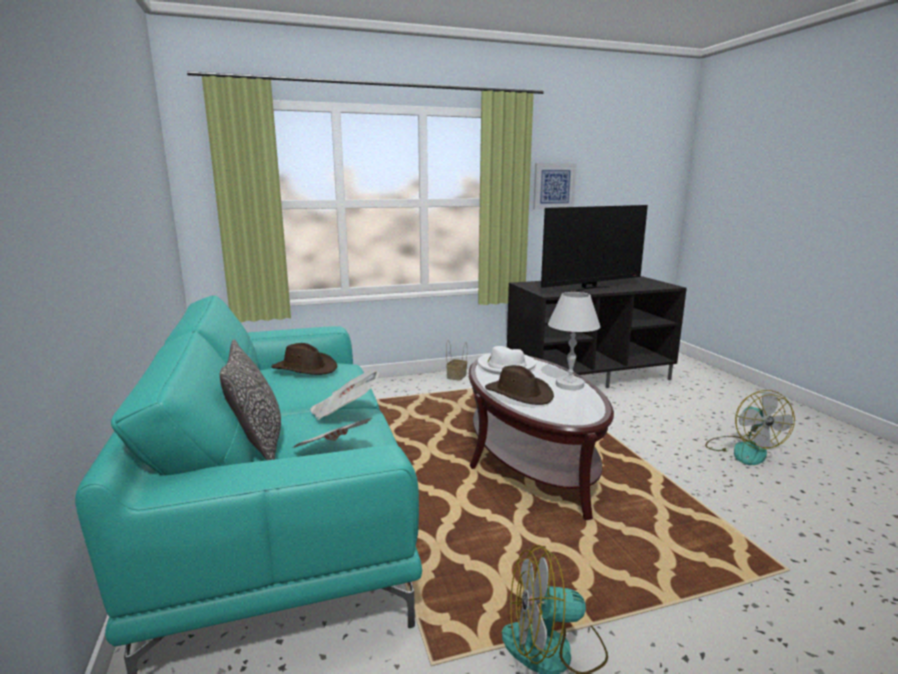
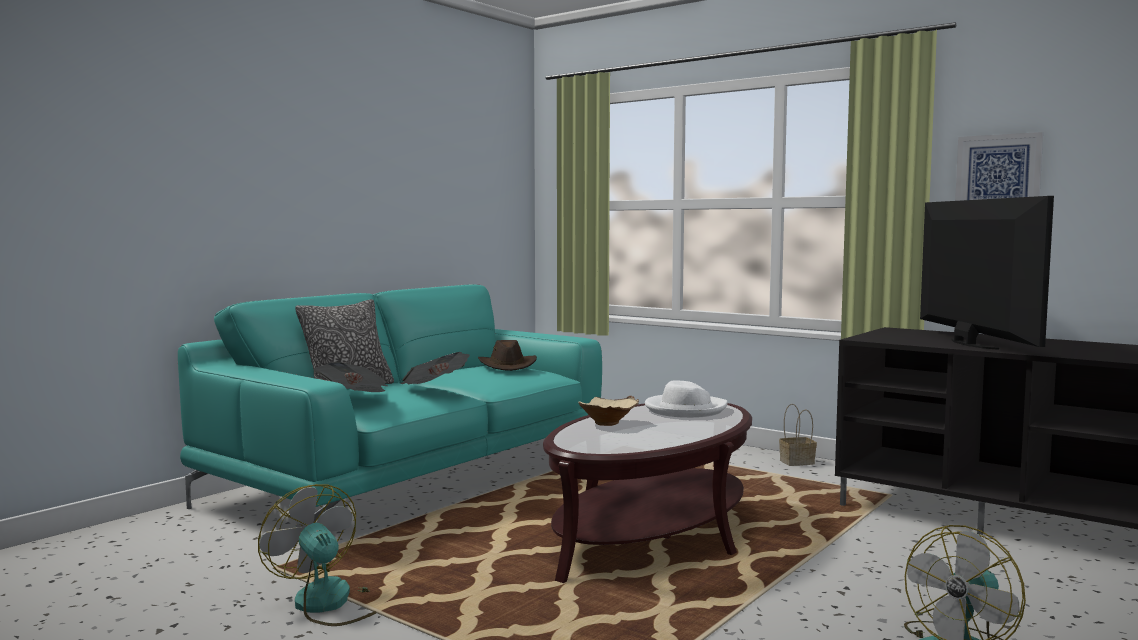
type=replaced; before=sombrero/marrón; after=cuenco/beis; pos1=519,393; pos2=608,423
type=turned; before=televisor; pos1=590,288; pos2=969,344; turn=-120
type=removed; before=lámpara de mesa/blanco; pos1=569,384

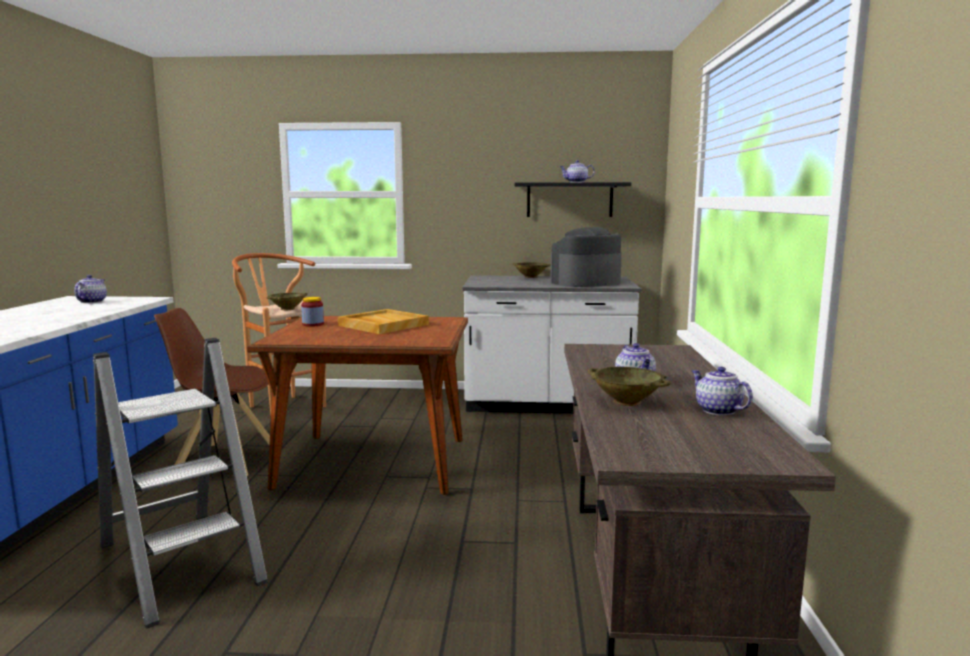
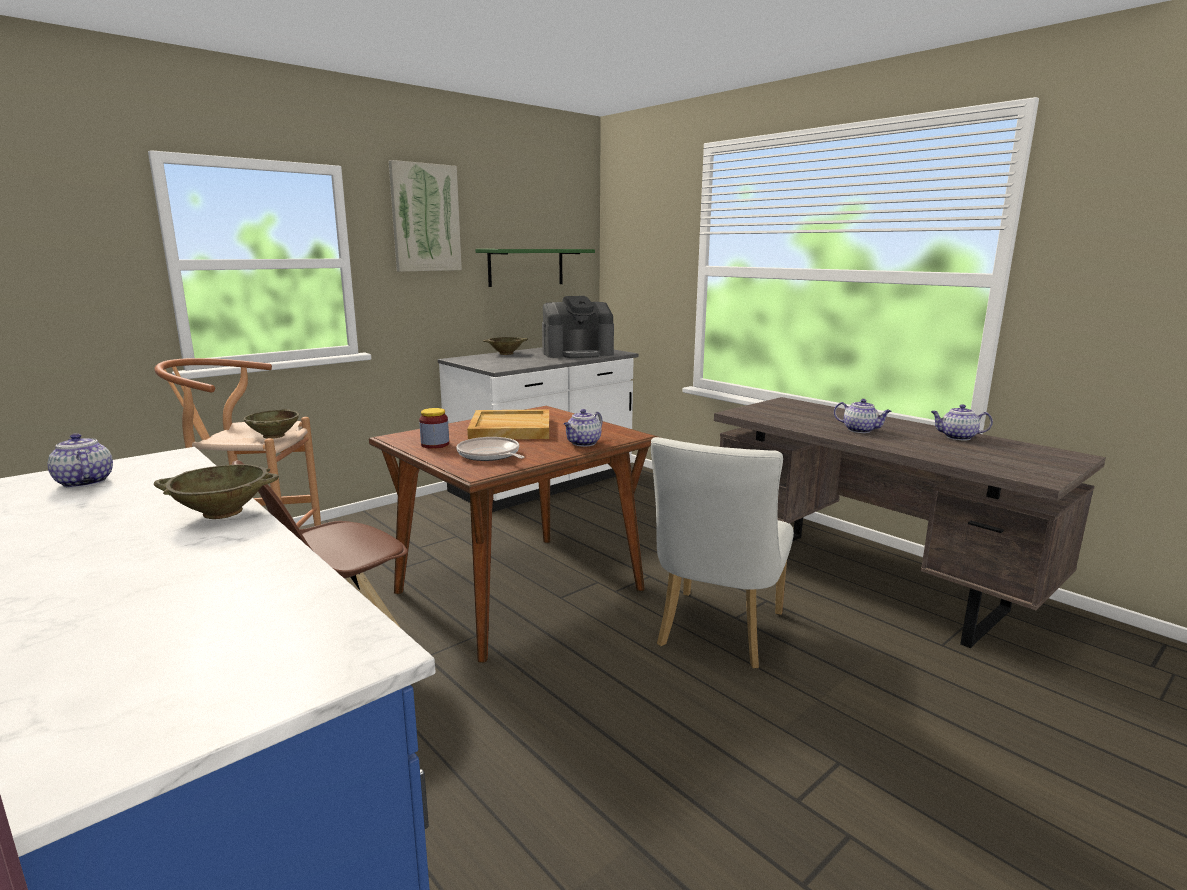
type=removed; before=escalera de tijera/gris; pos1=180,561
type=recoloured; before=estante/negro; after=estante/verde; pos1=569,200; pos2=526,267
type=turned; before=cafetera; pos1=585,282; pos2=577,353; turn=-120
type=moved; before=tetera; pos1=576,182; pos2=583,443
type=moved; before=cuenco/beis; pos1=627,402; pos2=223,512
type=added; after=cuadro; pos2=425,218
type=added; after=sartén; pos2=490,455
type=added; after=silla/blanco; pos2=716,634

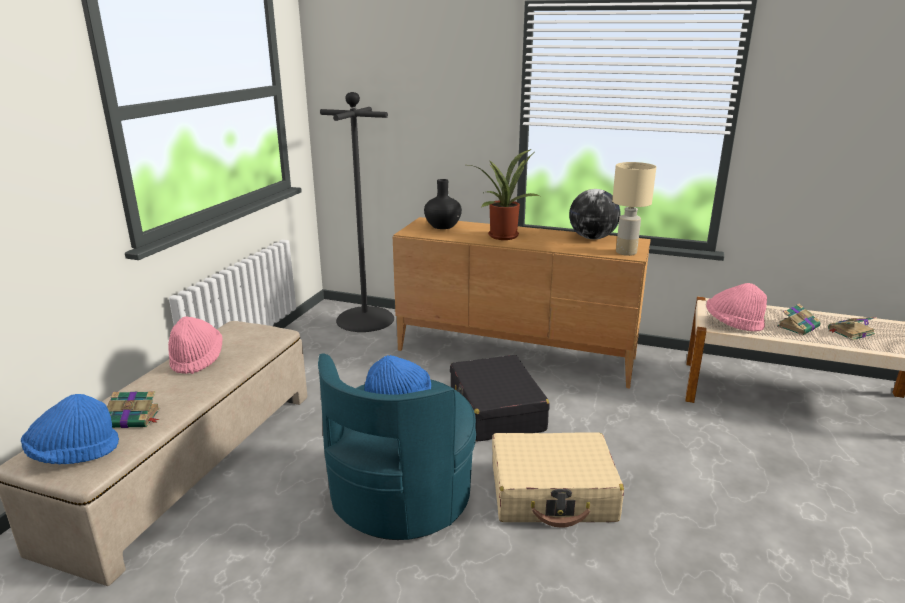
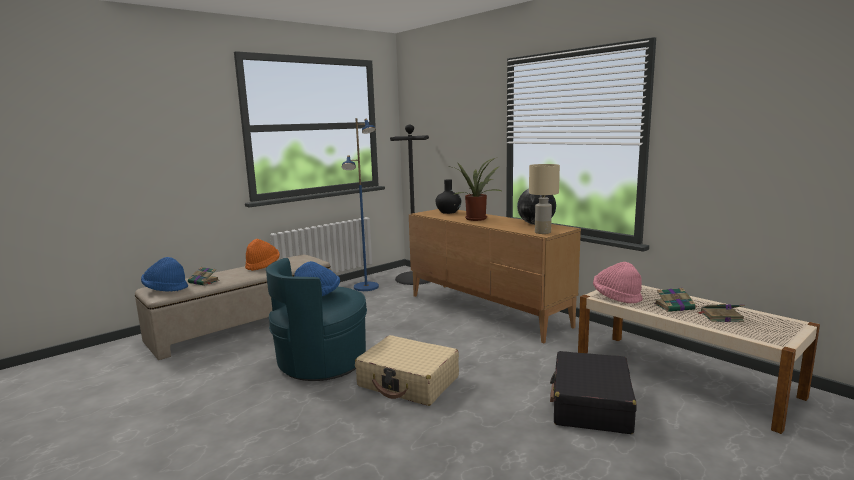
type=recoloured; before=sombrero/rosa; after=sombrero/naranja; pos1=197,359; pos2=263,266
type=moved; before=maleta/negro; pos1=496,411; pos2=591,404
type=added; after=lámpara de pie/azul; pos2=366,287

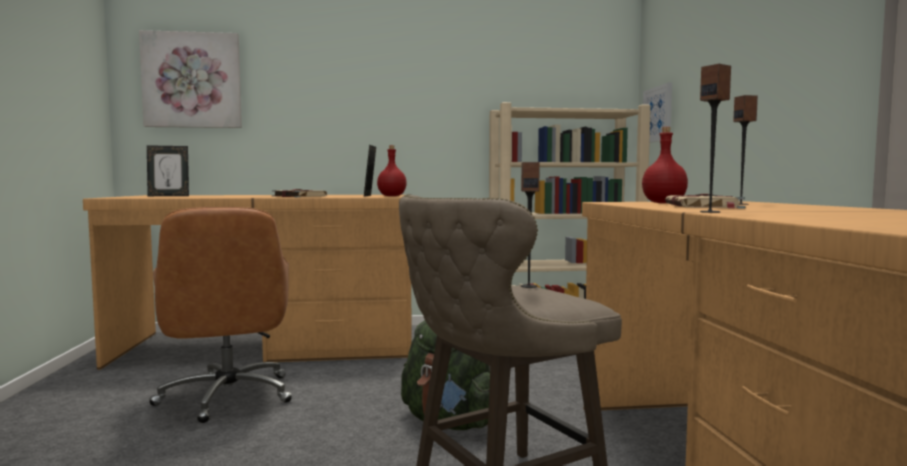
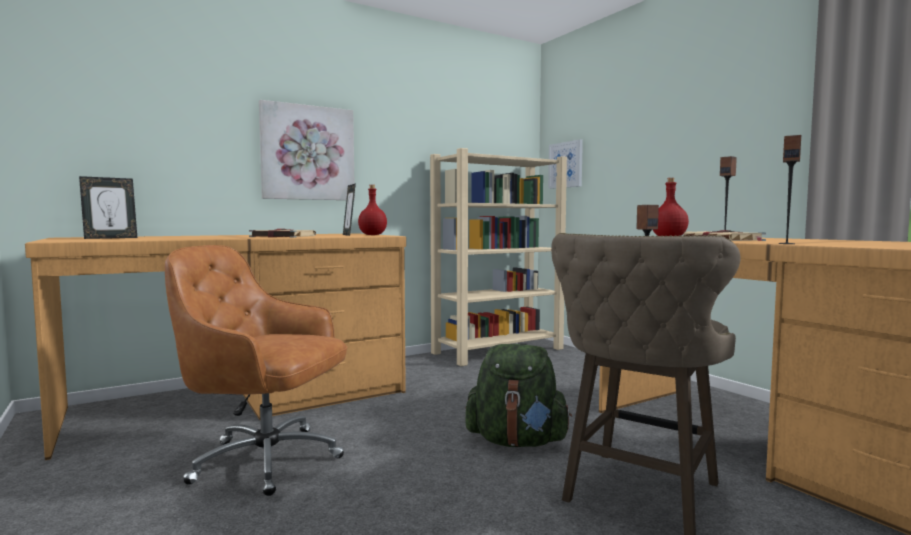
type=moved; before=cuadro; pos1=192,80; pos2=307,153
type=turned; before=silla de oficina/marrón; pos1=227,396; pos2=267,459; turn=150

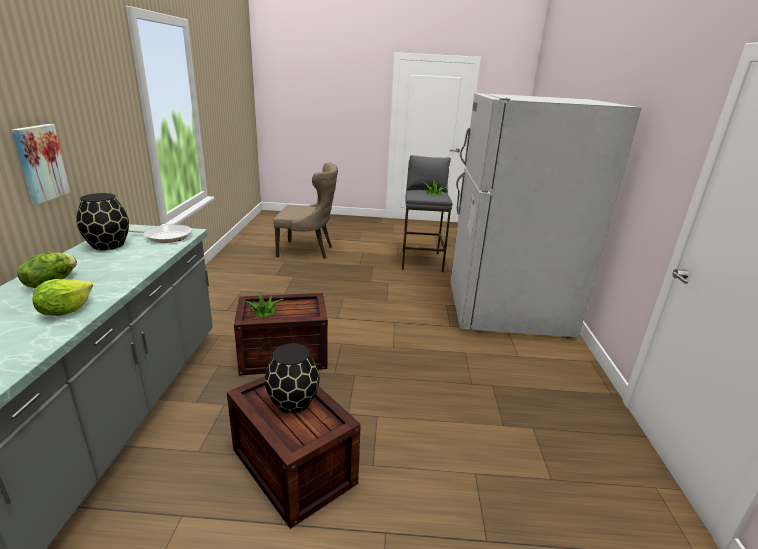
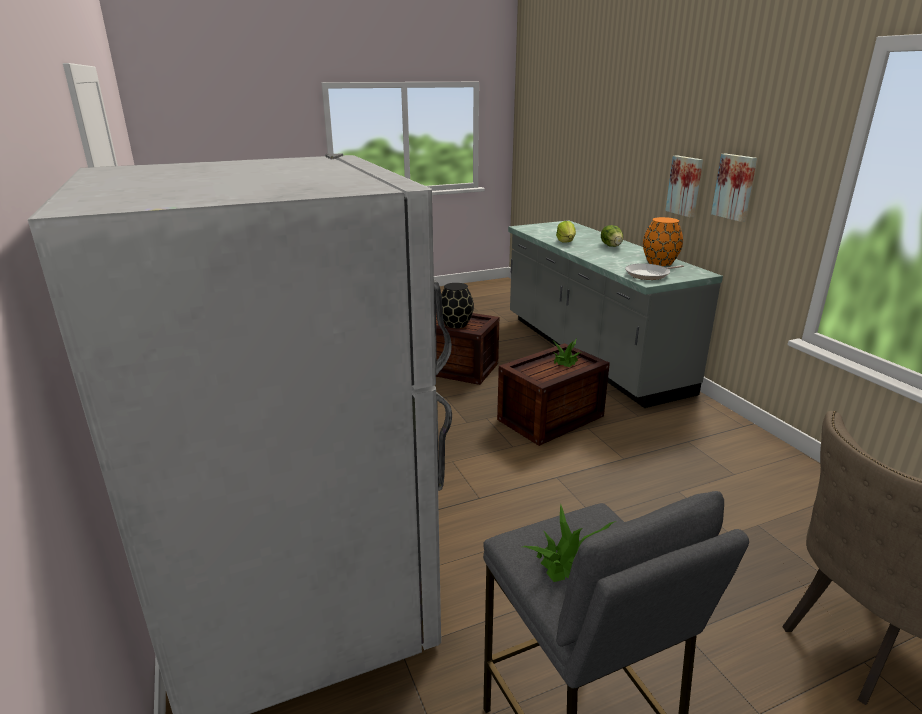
type=recoloured; before=florero/negro; after=florero/naranja; pos1=108,245; pos2=659,262
type=added; after=cuadro; pos2=735,187

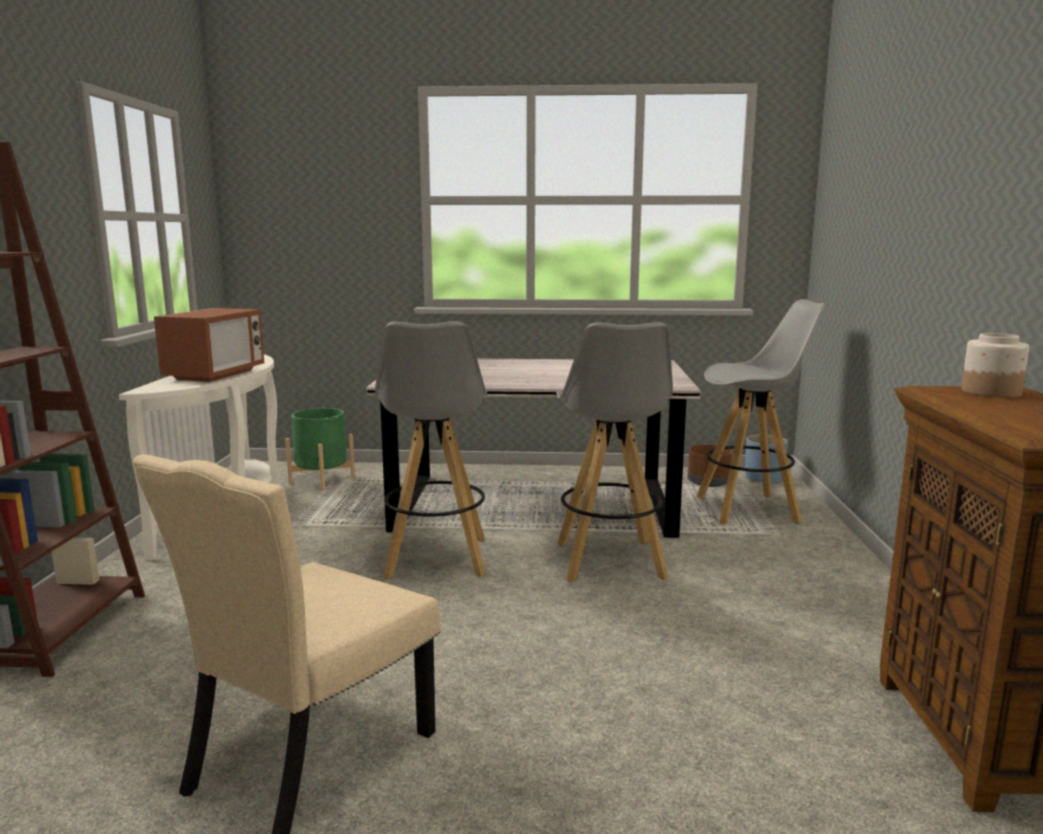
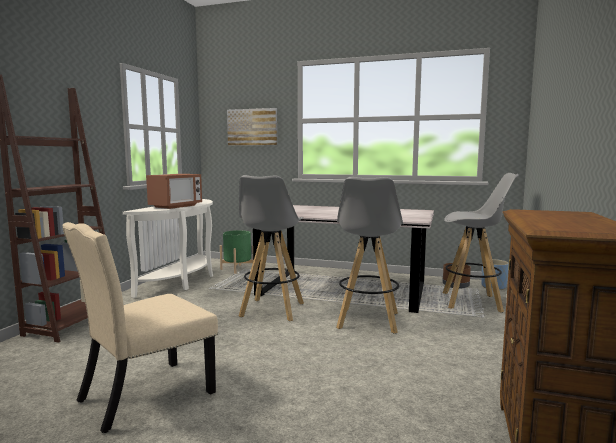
type=removed; before=tarro; pos1=990,392
type=added; after=cuadro; pos2=252,127

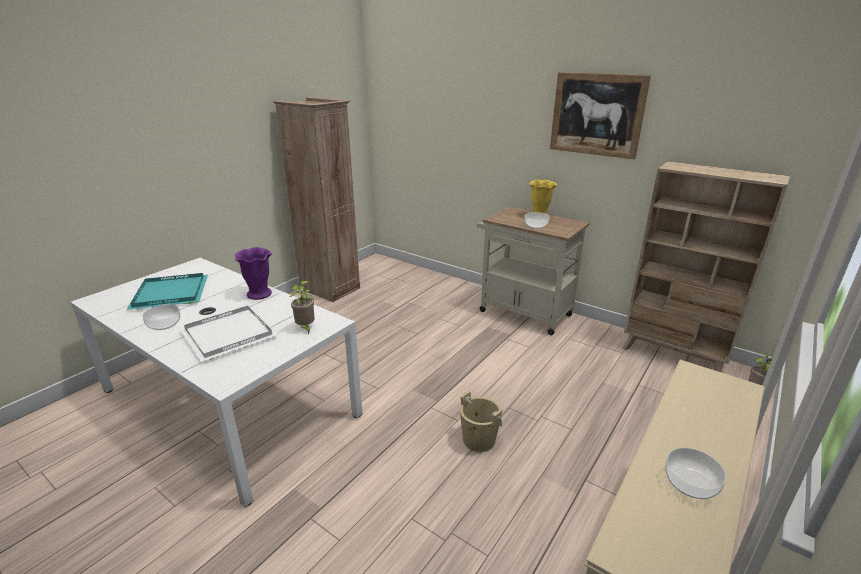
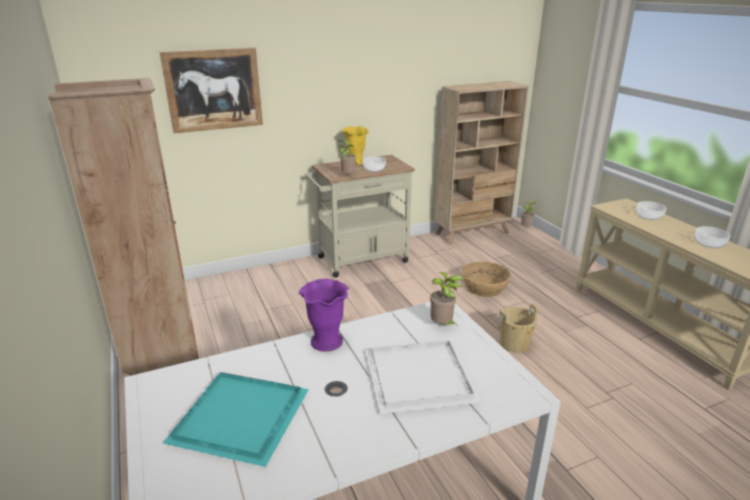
type=moved; before=cuenco; pos1=164,324; pos2=649,216
type=moved; before=cuadro; pos1=596,114; pos2=214,90
type=added; after=planta en maceta; pos2=347,176
type=added; after=cesta; pos2=485,288

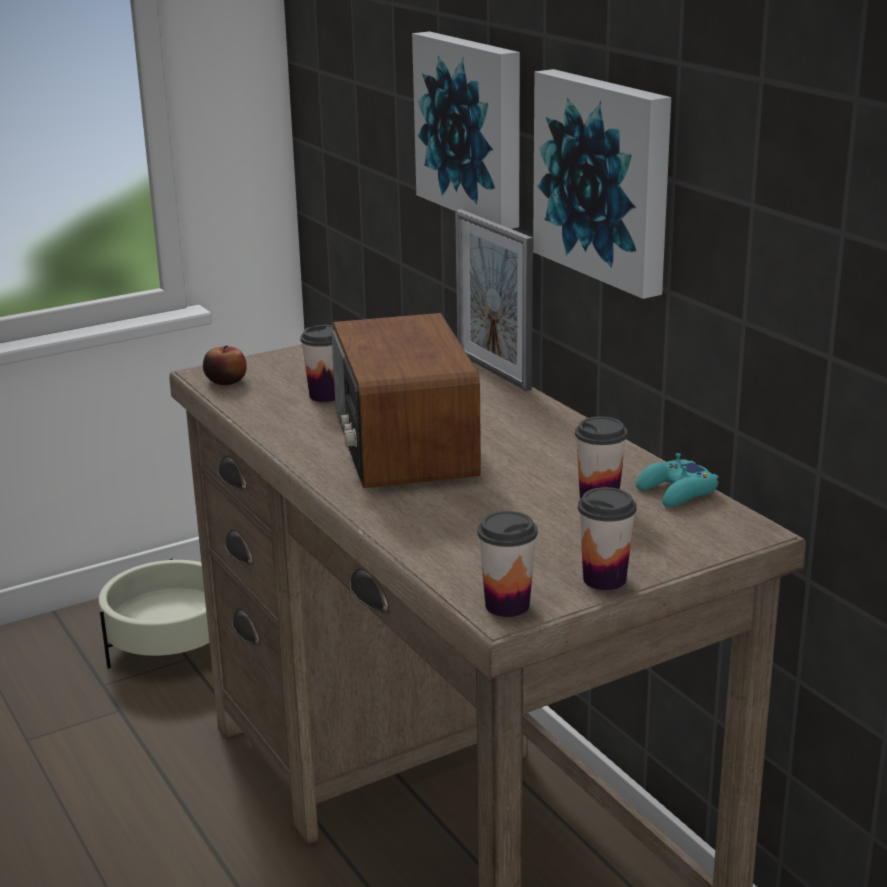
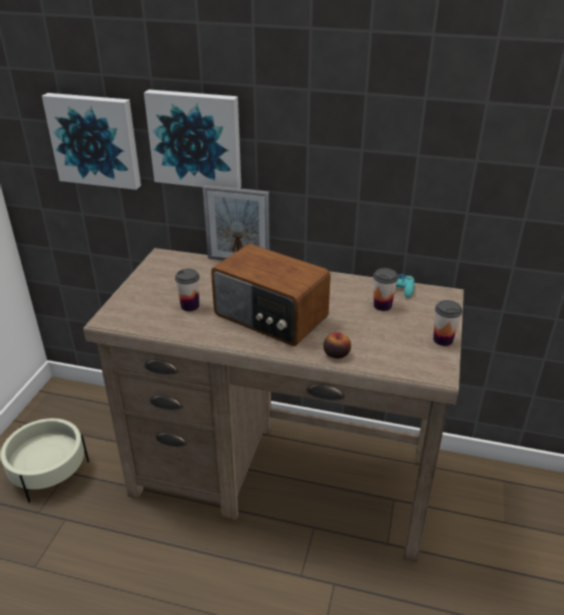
type=moved; before=manzana; pos1=226,381; pos2=336,353
type=removed; before=taza; pos1=507,605
type=moved; before=cuadro; pos1=606,179; pos2=95,140

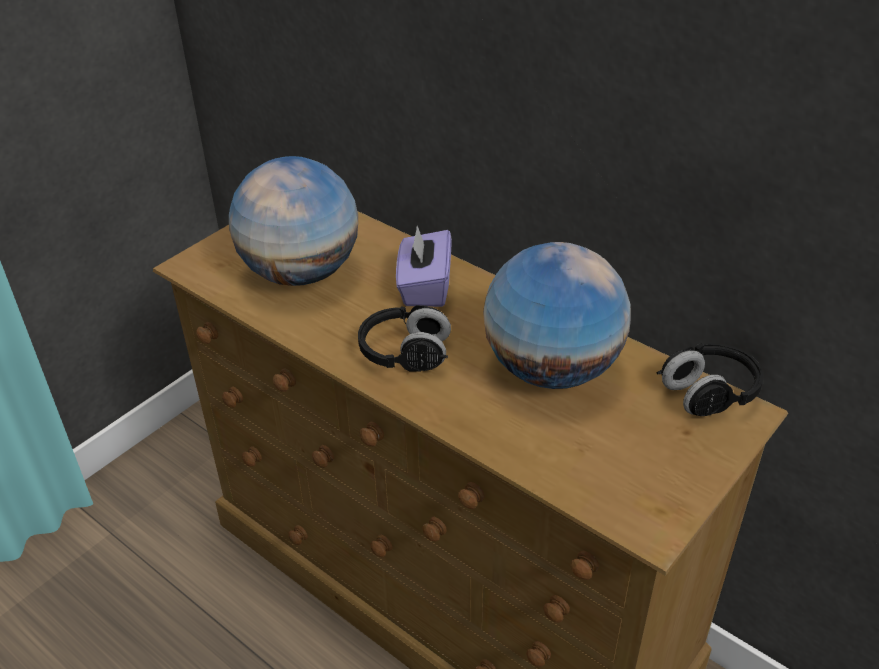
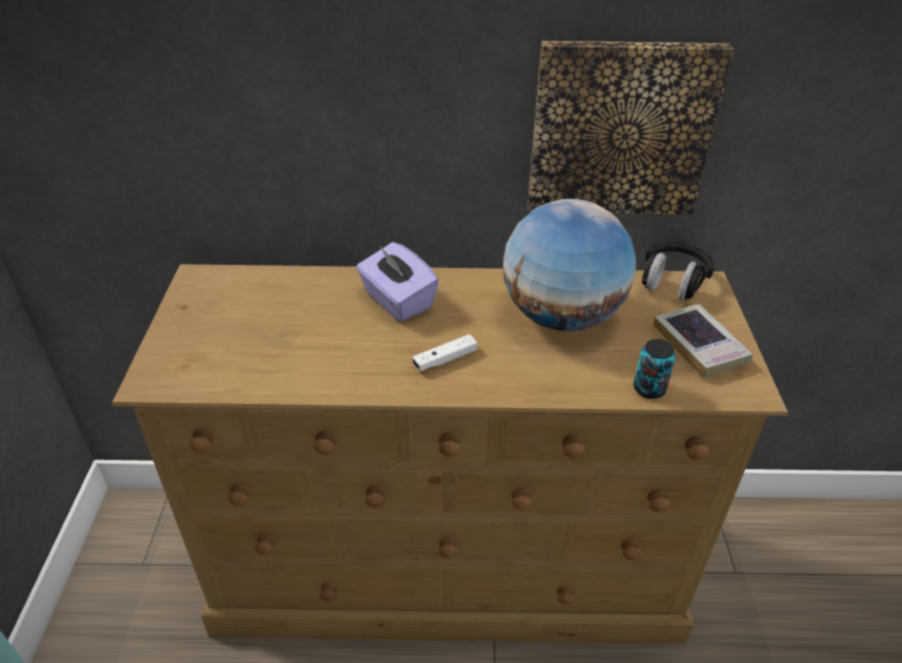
type=removed; before=globo terráqueo; pos1=301,273
type=replaced; before=auriculares/negro; after=mando de consola/blanco; pos1=405,354; pos2=445,359
type=added; after=cuadro; pos2=620,129
type=added; after=lata; pos2=649,389
type=added; after=libro; pos2=699,345

